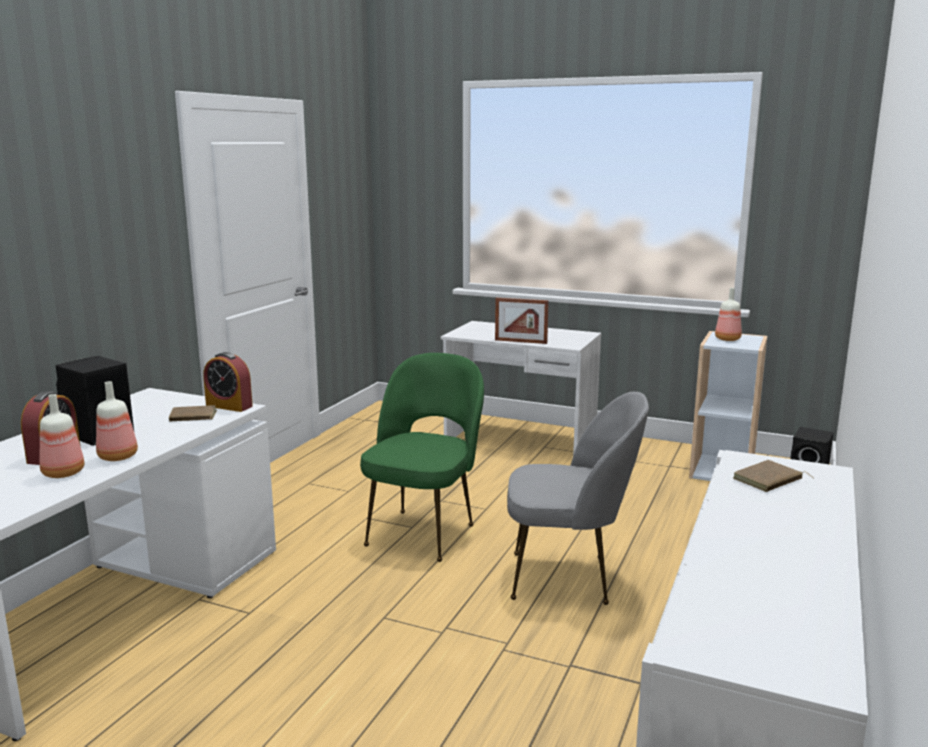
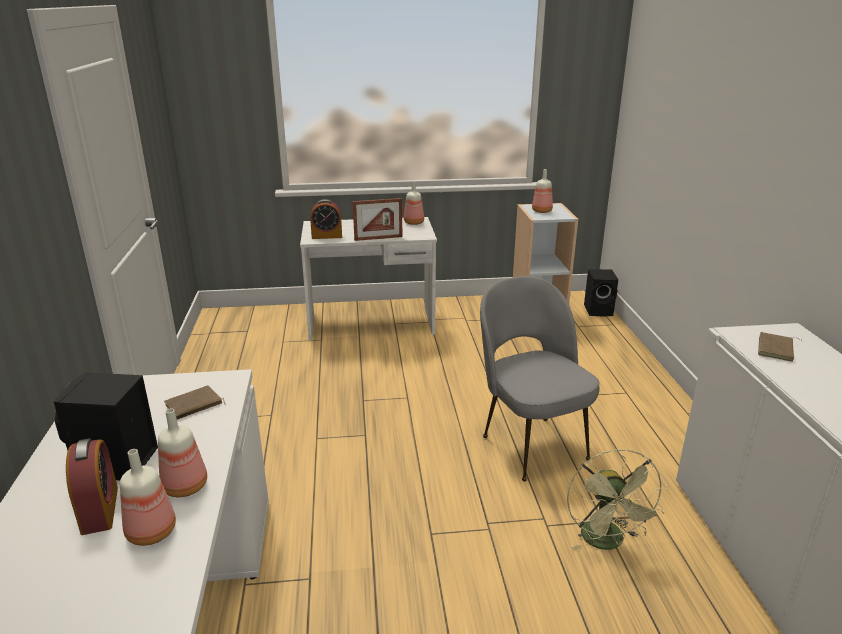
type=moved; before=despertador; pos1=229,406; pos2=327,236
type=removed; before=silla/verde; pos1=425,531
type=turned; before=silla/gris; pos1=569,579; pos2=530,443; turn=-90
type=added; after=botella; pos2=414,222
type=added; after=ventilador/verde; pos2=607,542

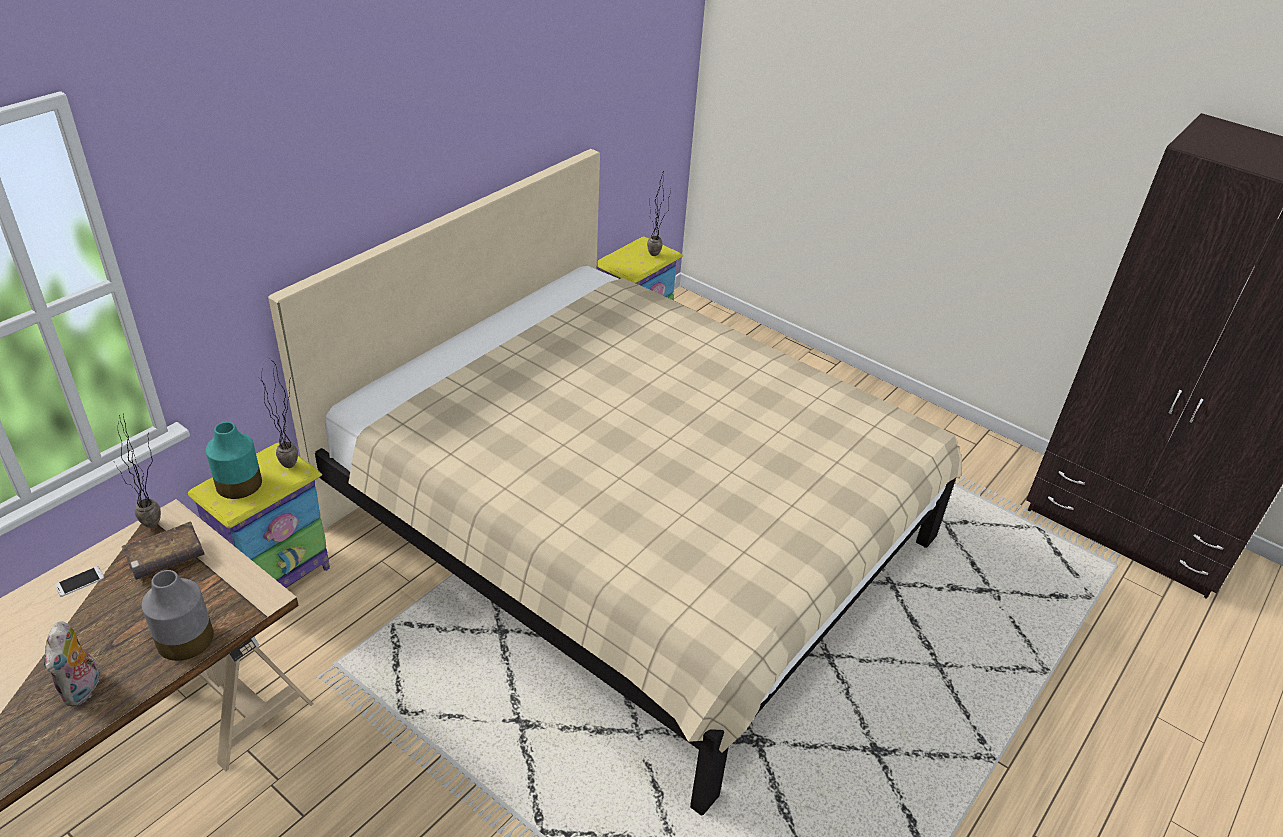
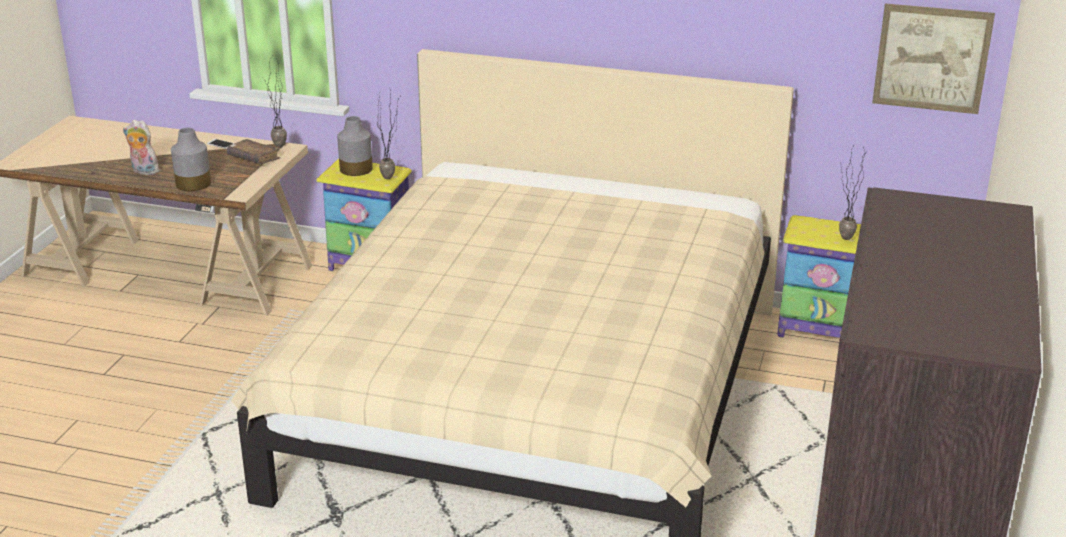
type=turned; before=peluche; pos1=83,689; pos2=143,171; turn=45
type=recoloured; before=florero/turquesa; after=florero/gris; pos1=239,483; pos2=356,169
type=added; after=cuadro; pos2=932,58

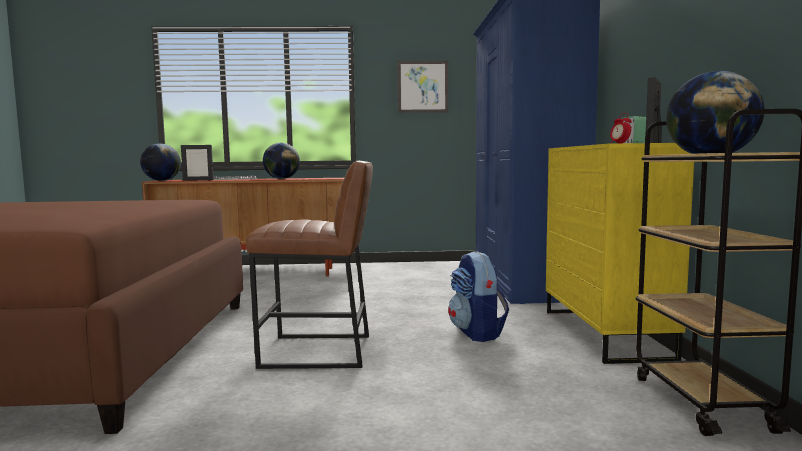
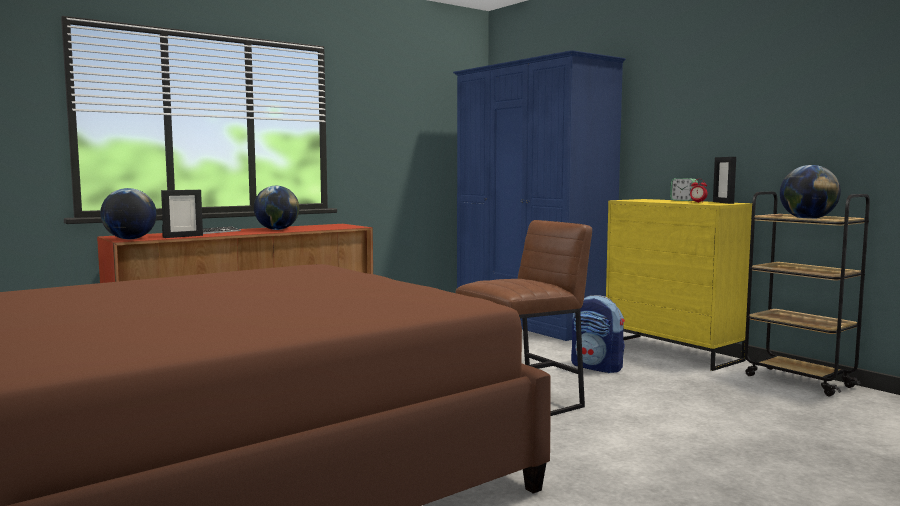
type=removed; before=cuadro; pos1=422,86

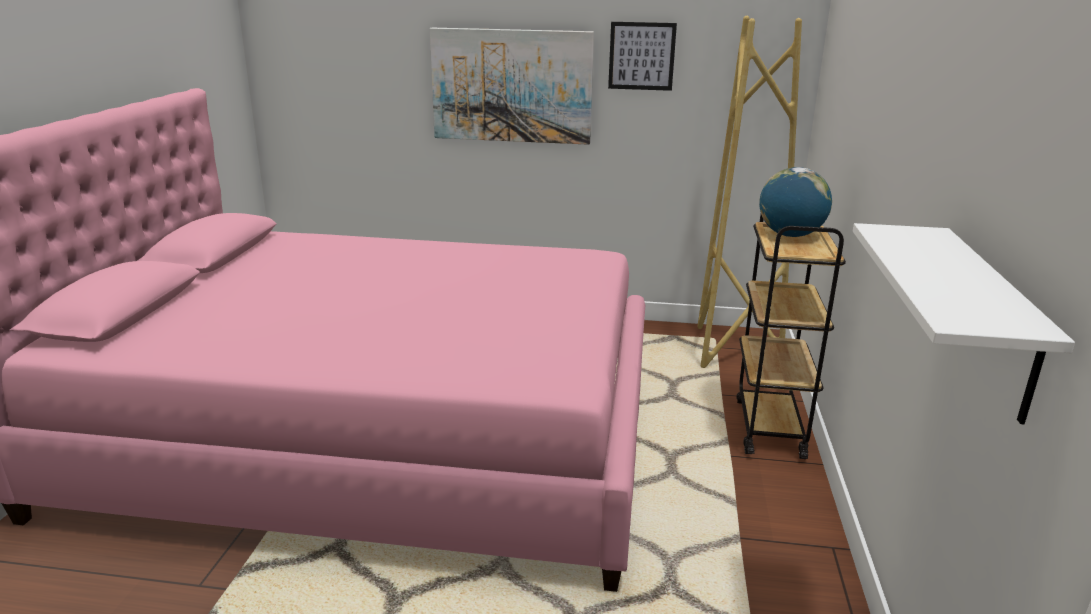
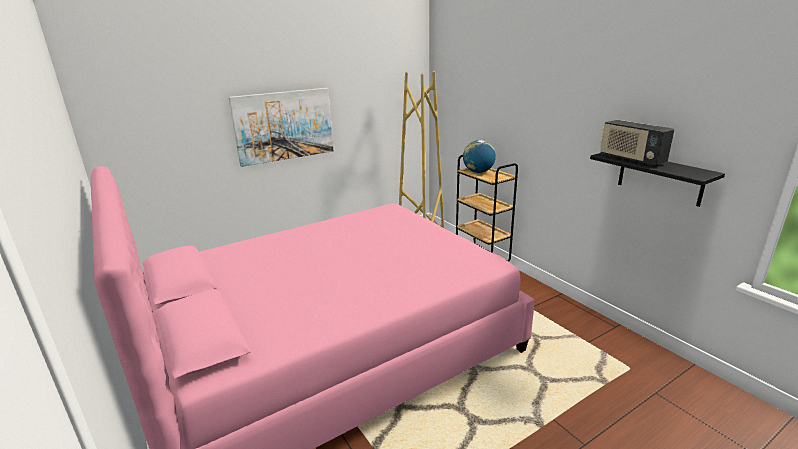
type=removed; before=cuadro; pos1=641,56
type=recoloured; before=estante/blanco; after=estante/negro; pos1=988,320; pos2=659,177
type=added; after=radio; pos2=631,159

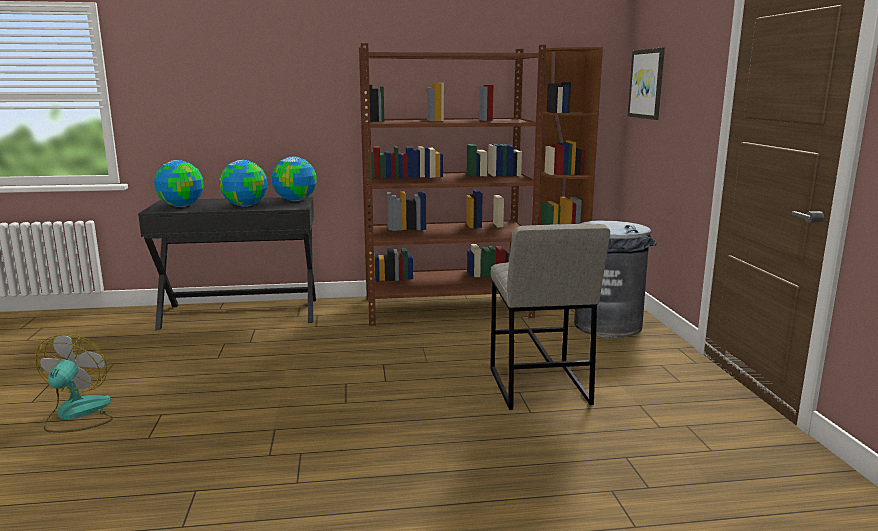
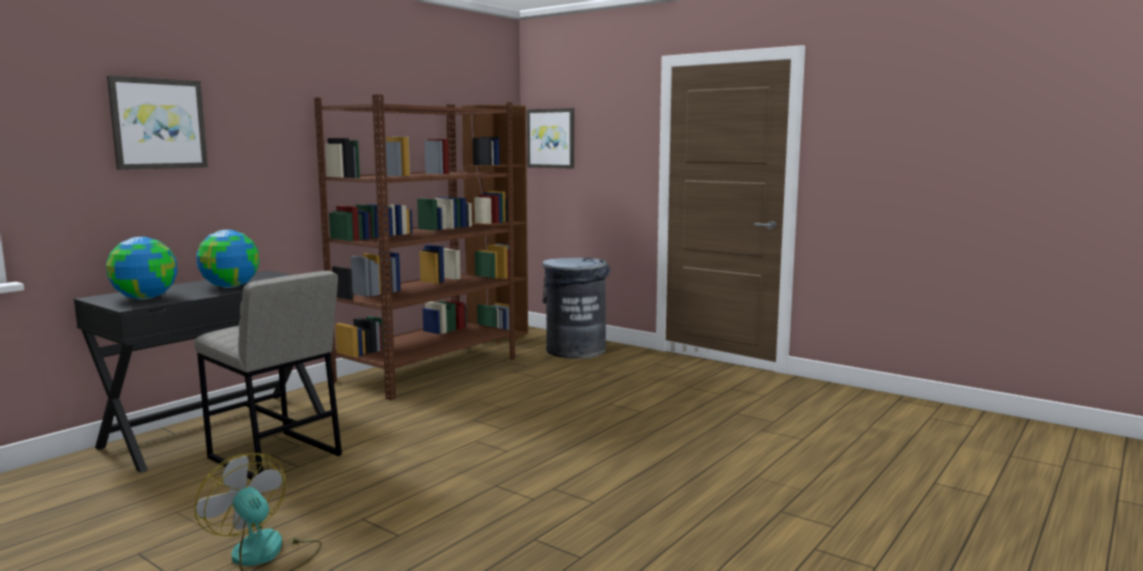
type=removed; before=globo terráqueo; pos1=295,200
type=moved; before=silla/gris; pos1=539,387; pos2=277,457
type=added; after=cuadro; pos2=158,123

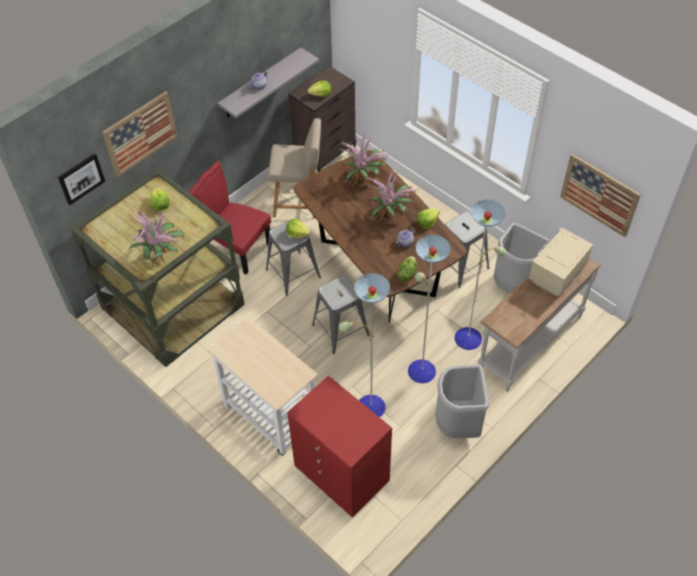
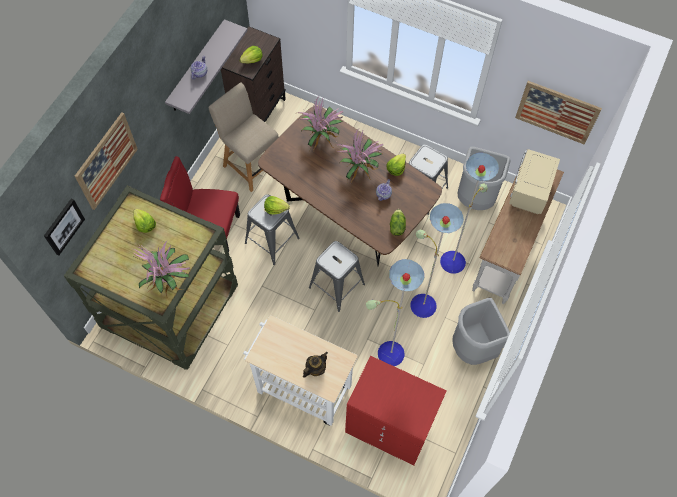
type=turned; before=silla/beis; pos1=299,201; pos2=250,164; turn=-120
type=added; after=tetera; pos2=315,369

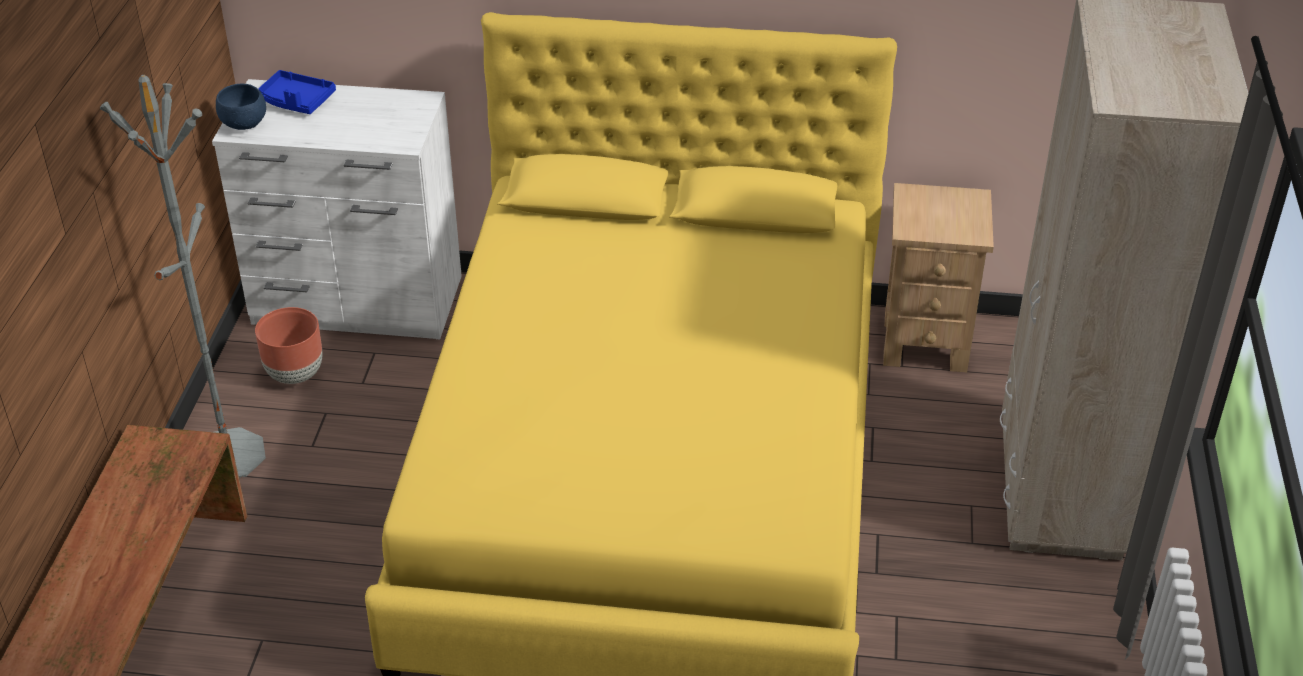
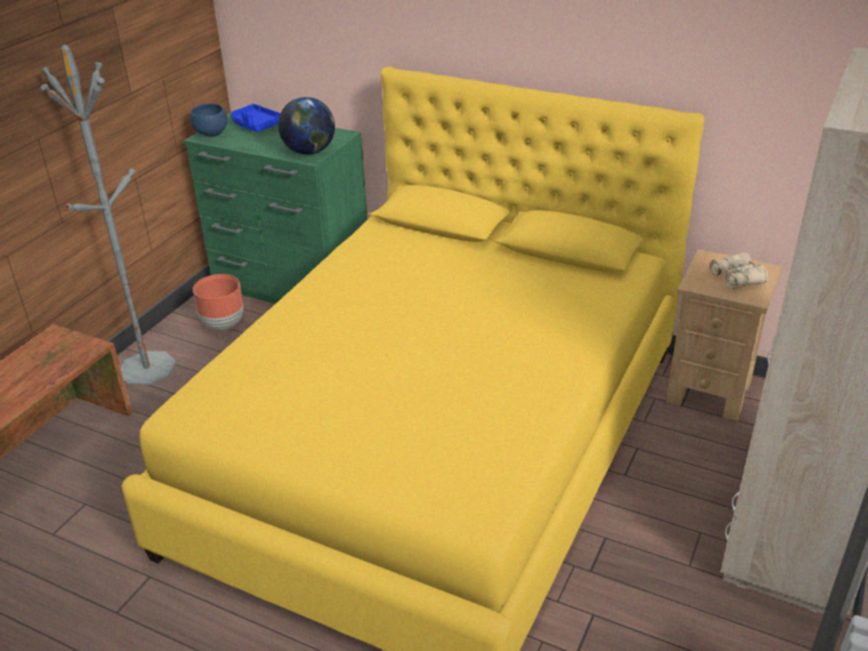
type=recoloured; before=cómoda/blanco; after=cómoda/verde; pos1=358,303; pos2=292,286
type=added; after=globo terráqueo; pos2=309,151
type=added; after=prismáticos/beis; pos2=737,278

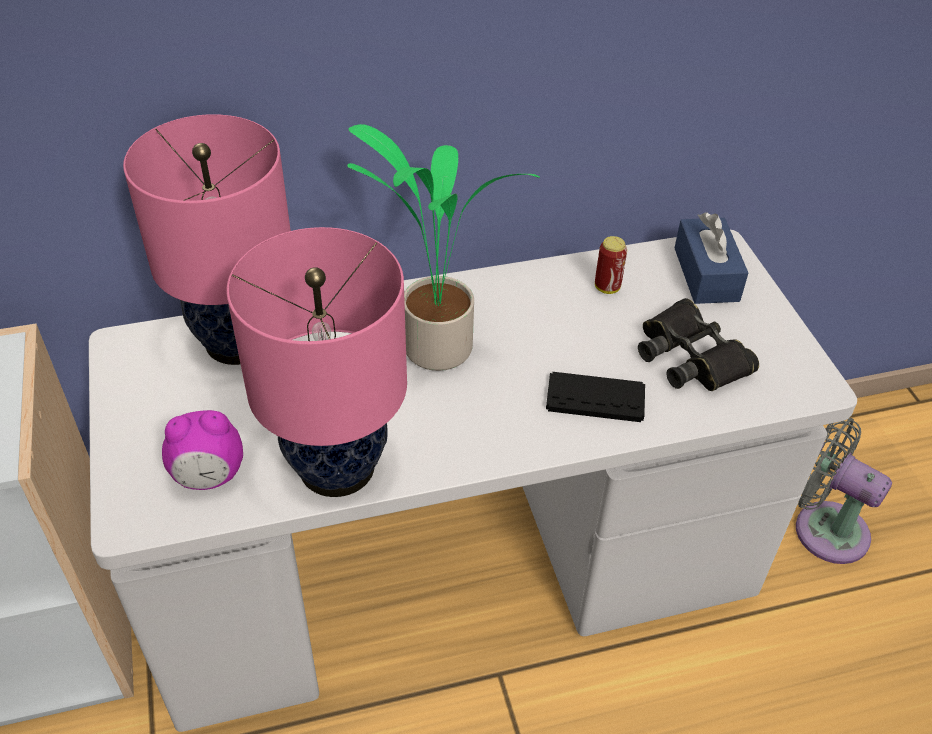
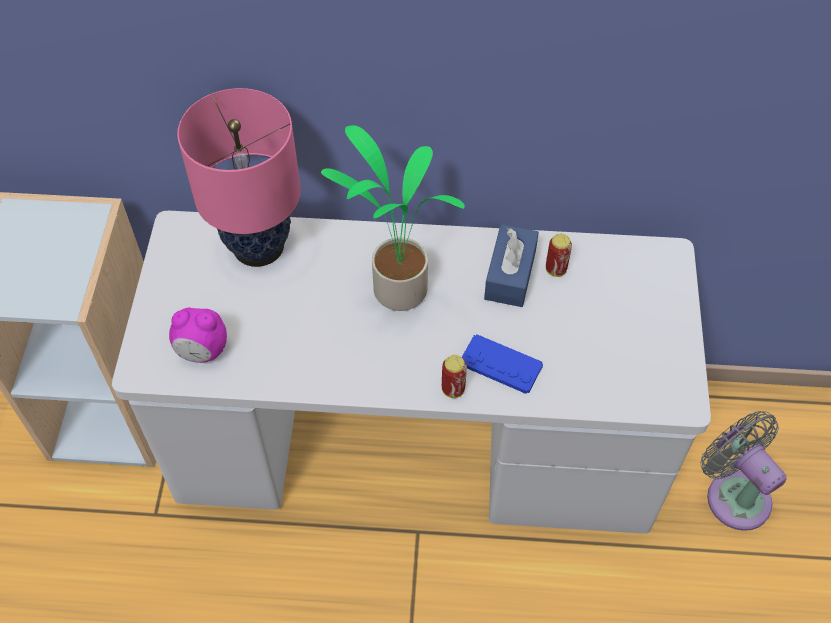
type=removed; before=lámpara de mesa/rosa; pos1=336,467
type=recoloured; before=mando de consola/negro; after=mando de consola/azul; pos1=595,398; pos2=500,365
type=removed; before=prismáticos/negro; pos1=690,356
type=moved; before=caja de pañuelos/azul; pos1=706,274; pos2=510,274
type=added; after=lata; pos2=453,389

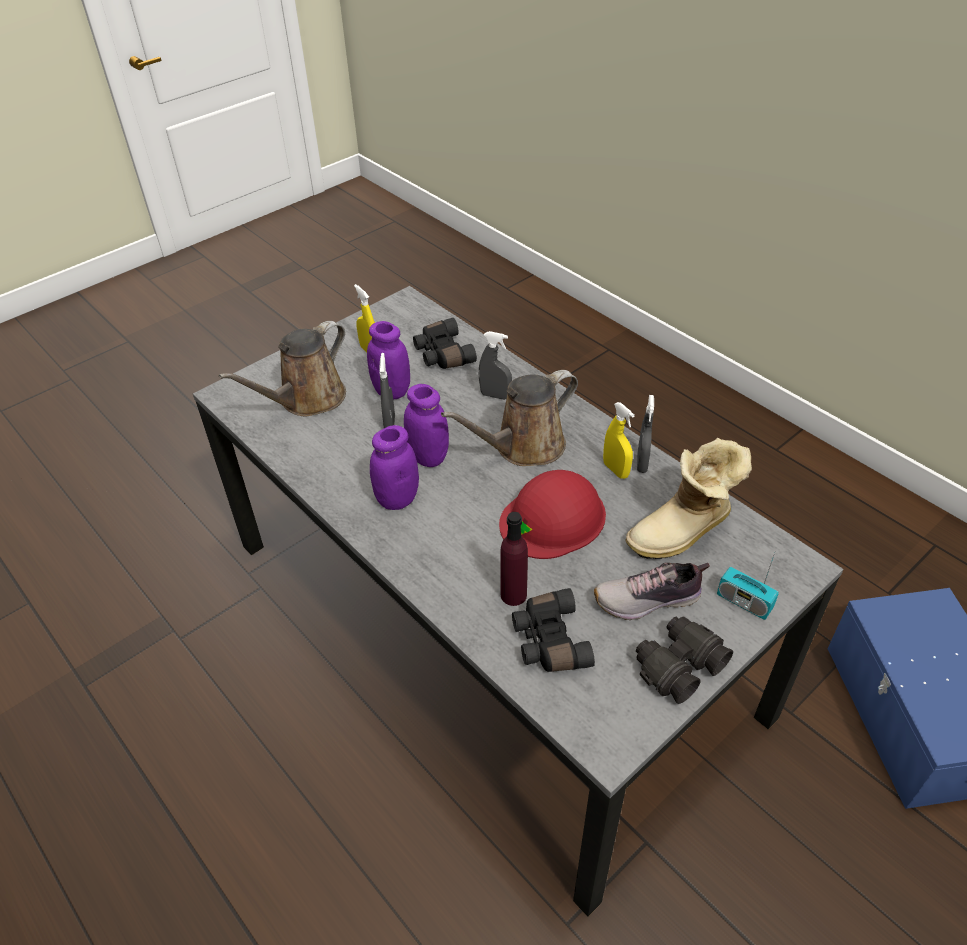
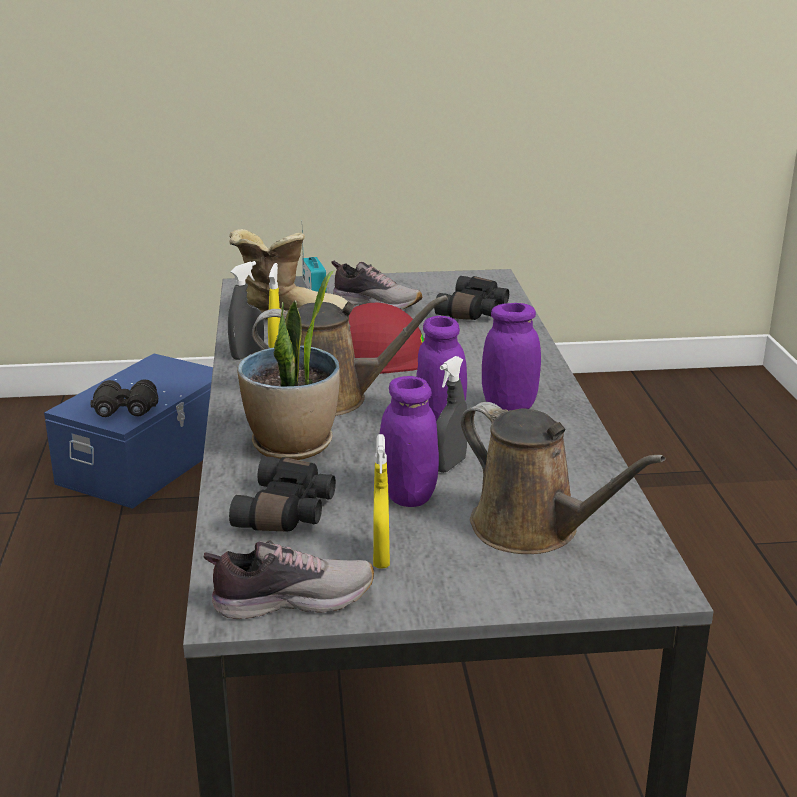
type=turned; before=regadera/marrón; pos1=307,399; pos2=533,530; turn=60
type=replaced; before=pulverizador/gris; after=planta en maceta; pos1=495,395; pos2=293,445
type=removed; before=botella/morado; pos1=513,595
type=moved; before=prismáticos/negro; pos1=678,665; pos2=125,411
type=added; after=zapato; pos2=291,600

